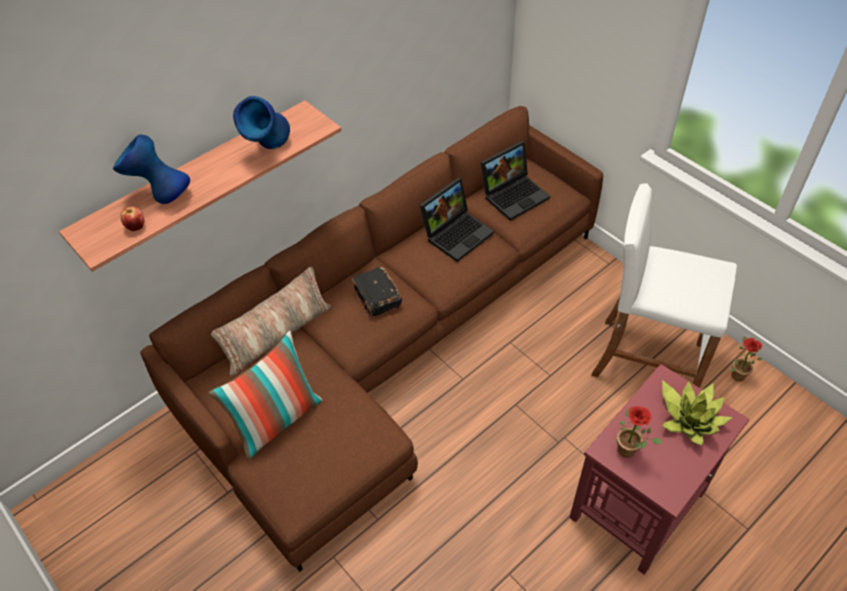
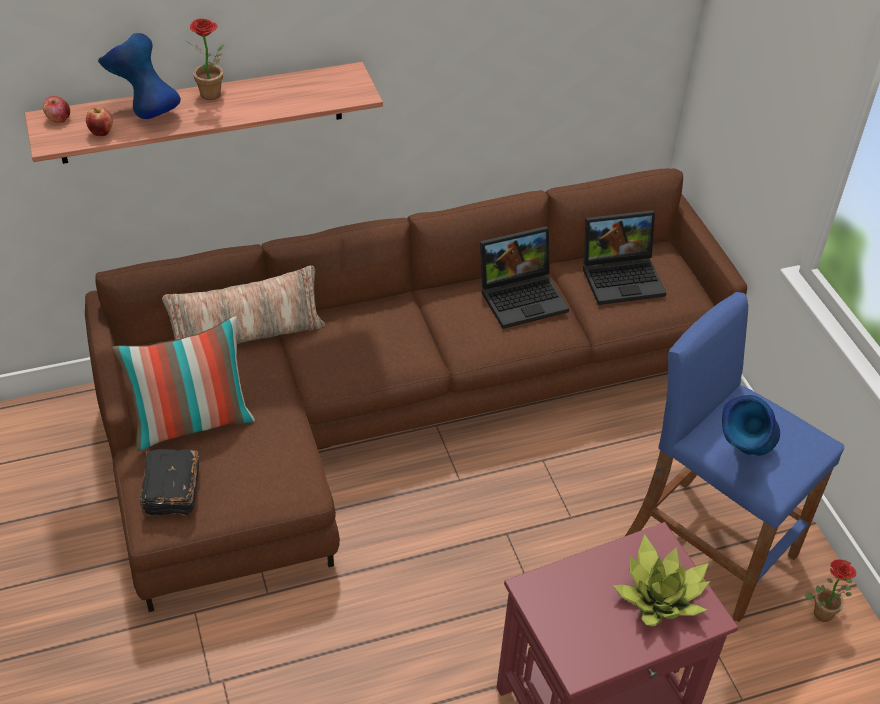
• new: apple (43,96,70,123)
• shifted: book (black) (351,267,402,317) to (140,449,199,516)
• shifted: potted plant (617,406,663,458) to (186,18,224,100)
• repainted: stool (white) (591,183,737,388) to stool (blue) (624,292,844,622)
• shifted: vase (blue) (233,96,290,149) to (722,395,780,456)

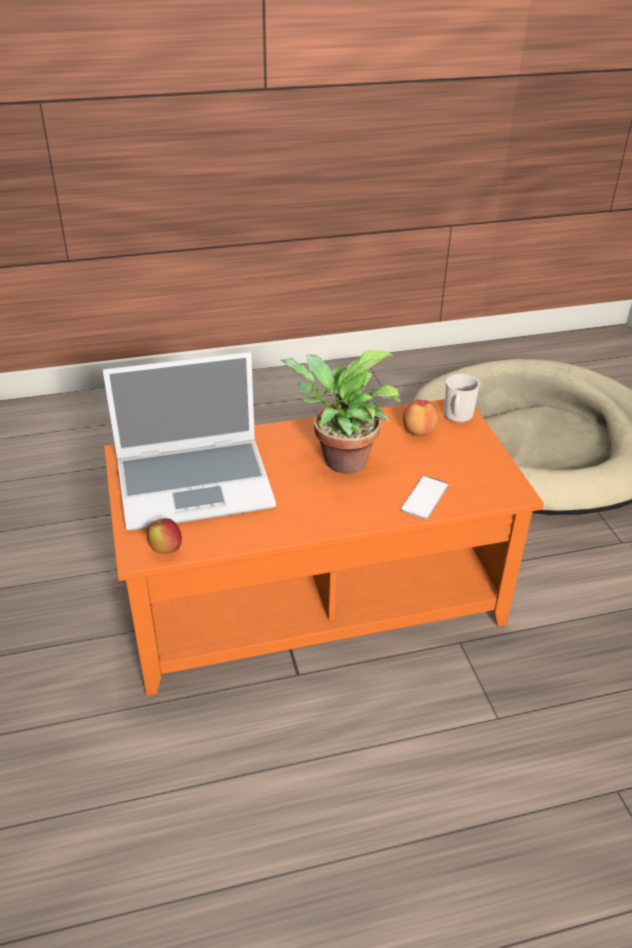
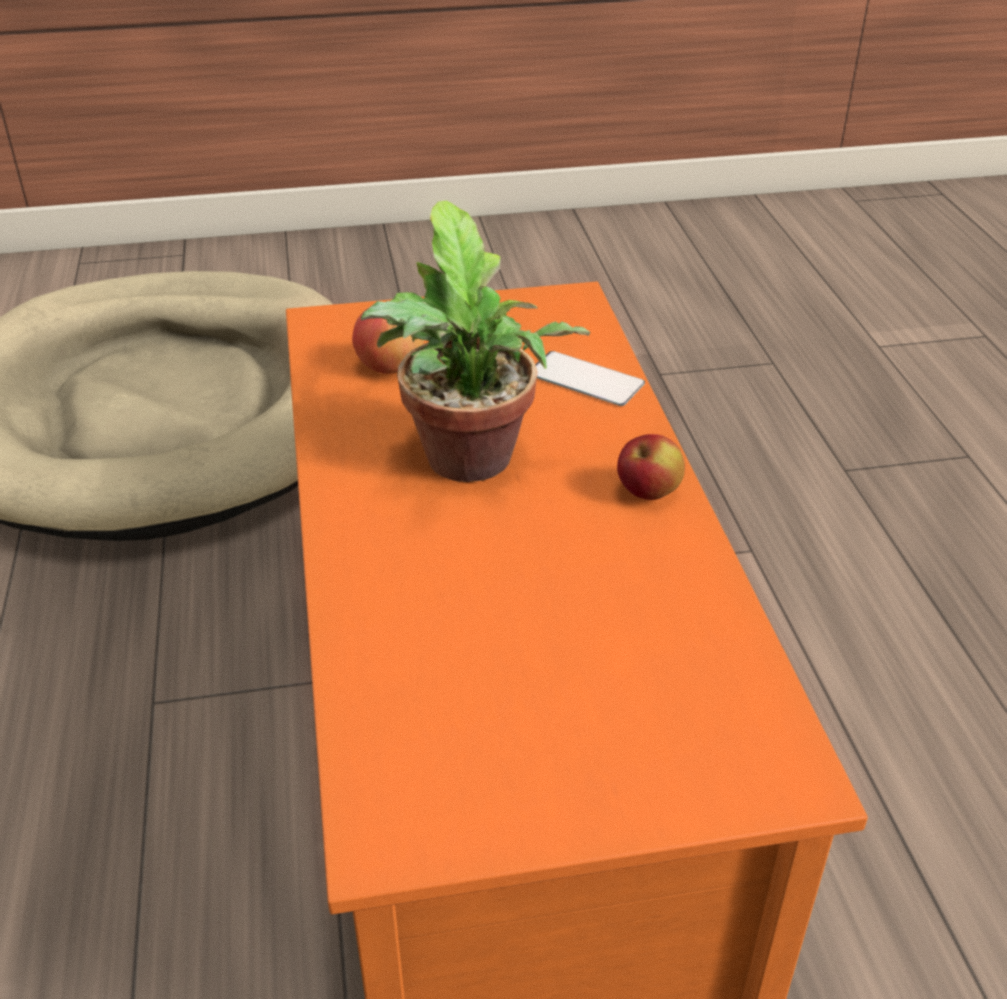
• shifted: apple (147,518,182,554) to (617,434,685,500)
• gone: laptop (103,352,276,530)
• gone: mug (444,374,480,423)

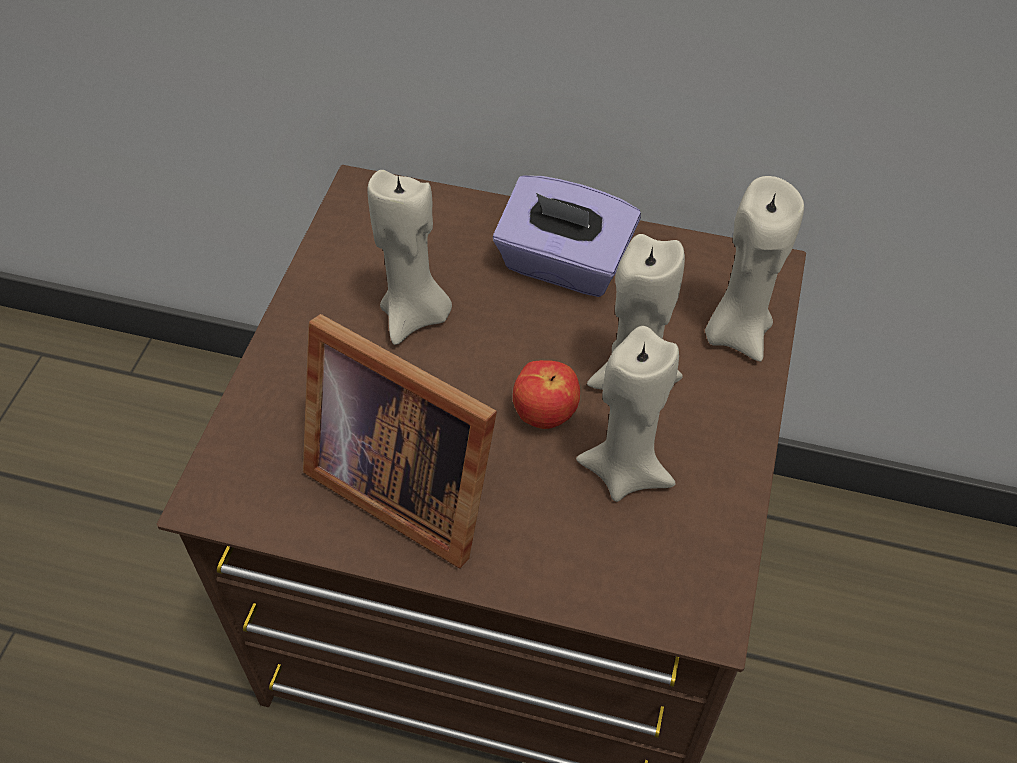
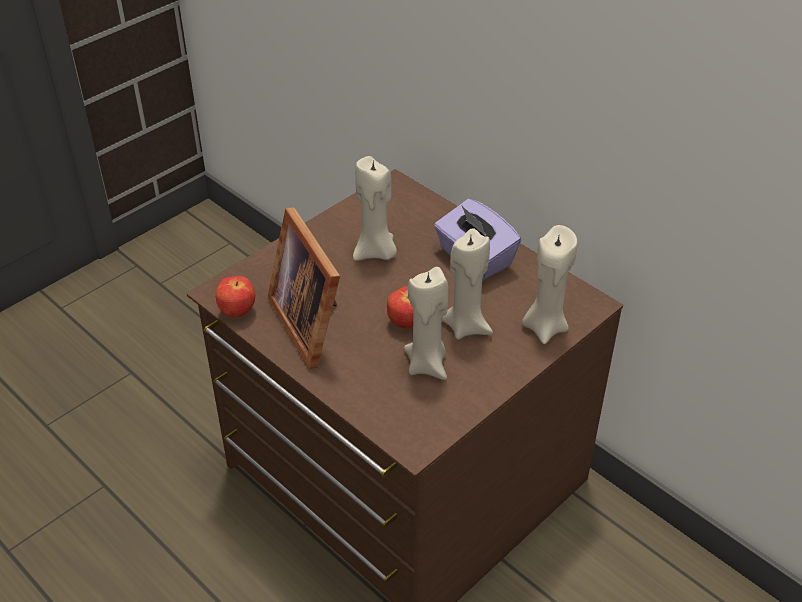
• new: apple (216,276,256,317)

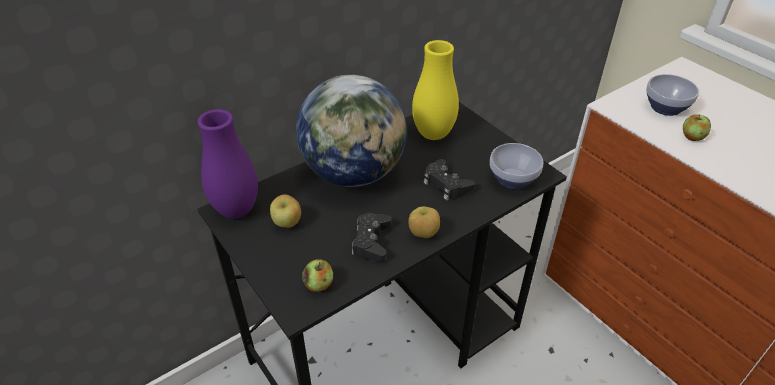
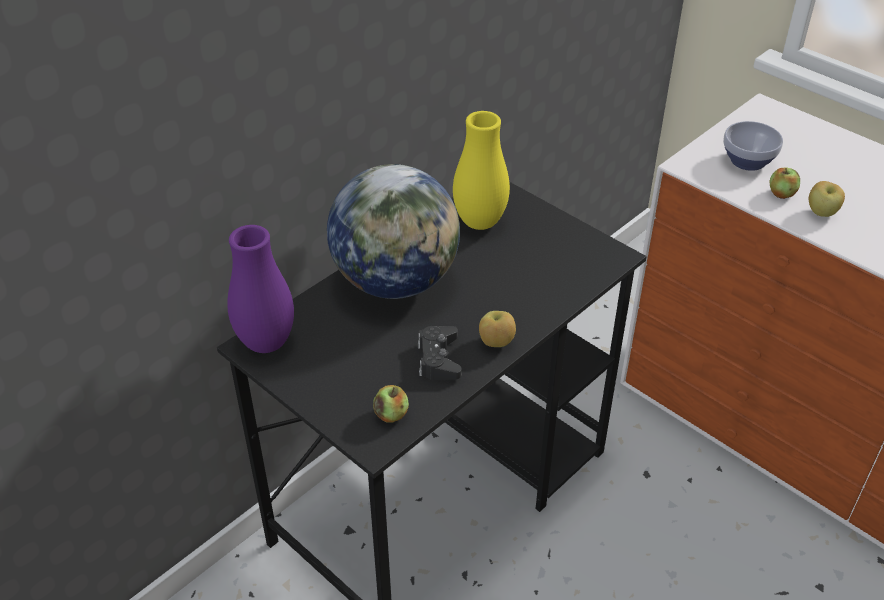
• shifted: apple (270,194,301,228) to (809,181,845,217)
• gone: game controller (black) (423,159,475,200)
• gone: bowl (490,143,543,189)

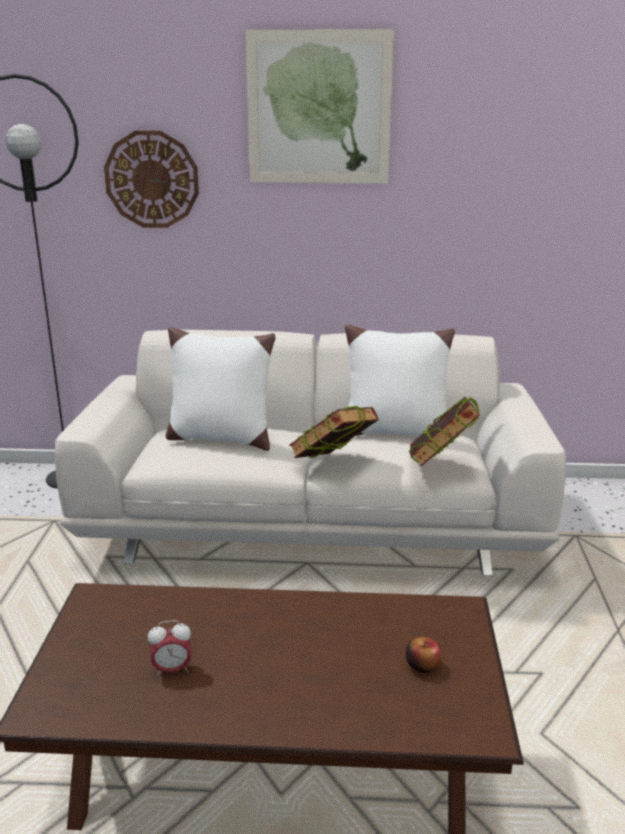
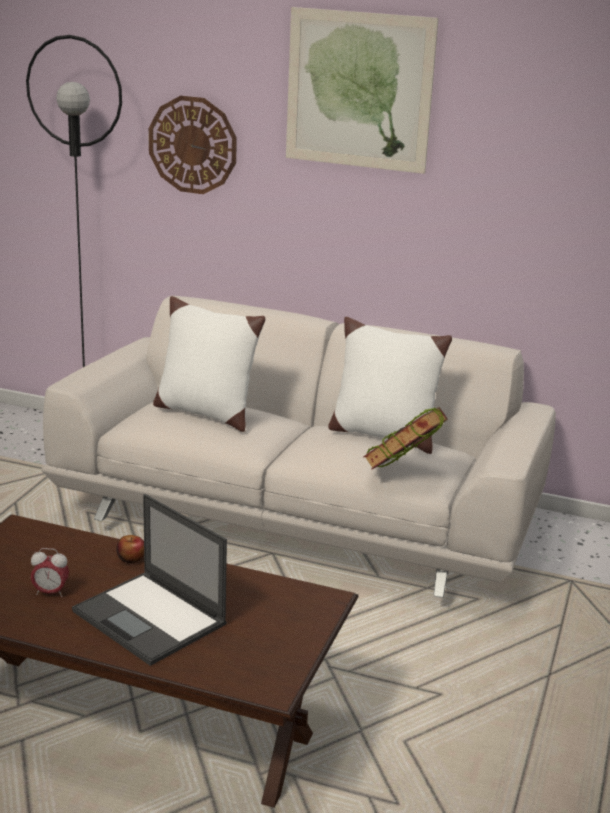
• new: laptop (72,494,227,666)
• shifted: apple (406,637,441,673) to (116,535,144,563)
• gone: book (289,406,379,458)

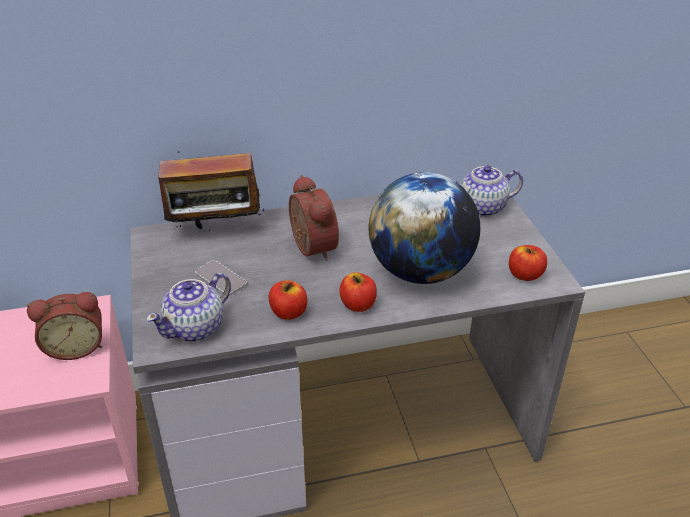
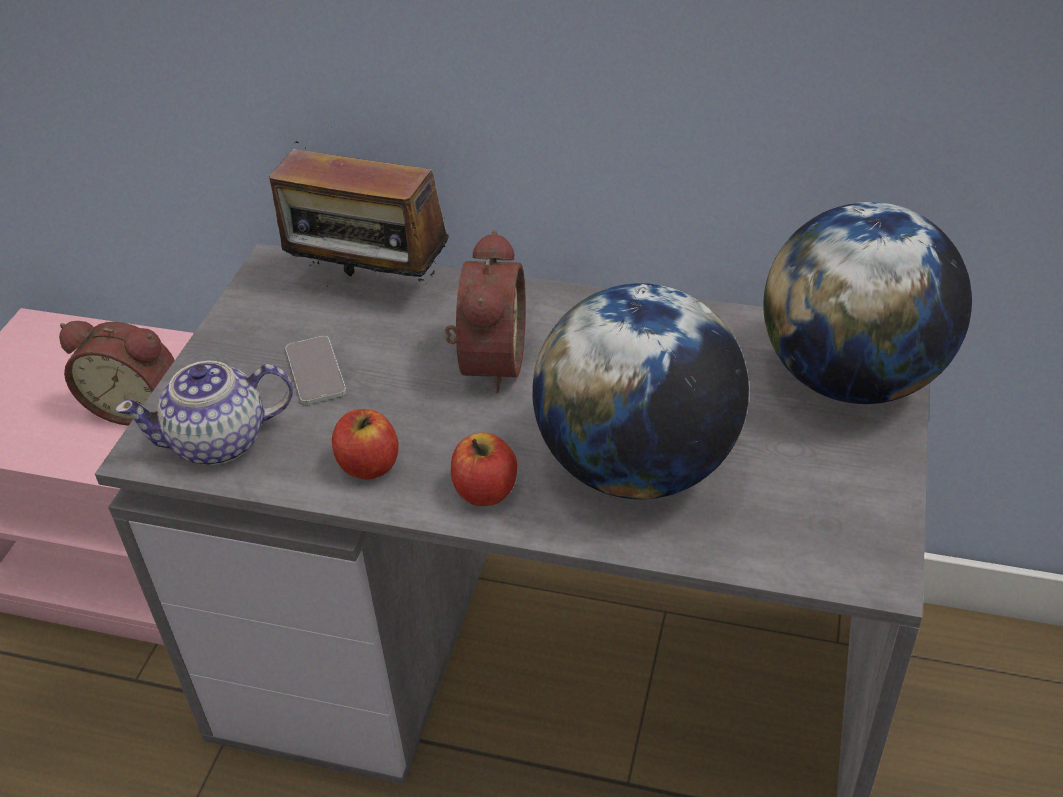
• swapped: teapot (452,165,523,217) to globe (763,202,972,404)
• gone: apple (509,245,547,281)

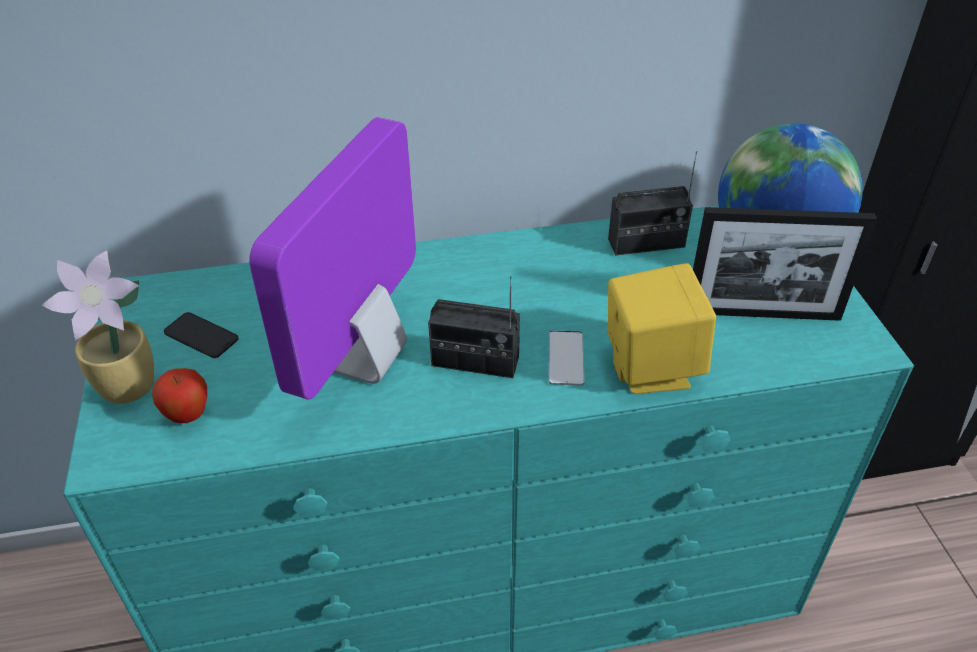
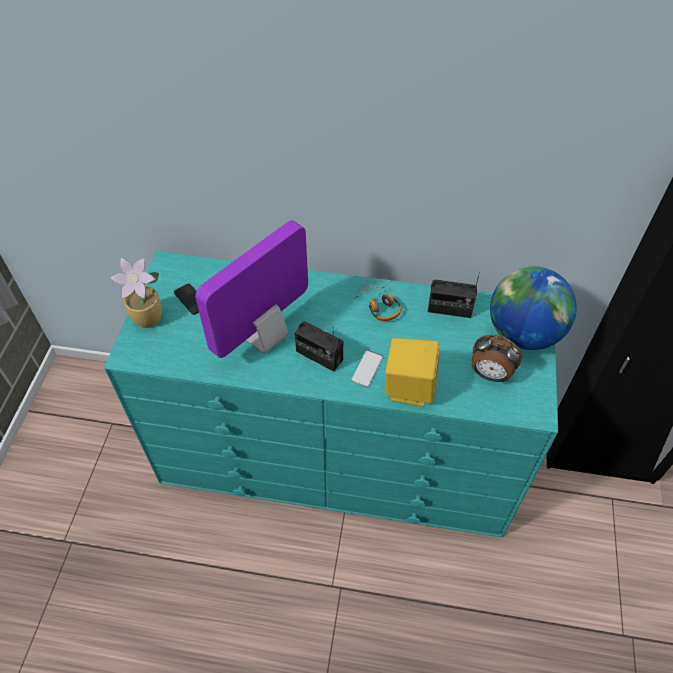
• new: headphones (353,278,402,321)
• swapped: picture frame (693,207,877,321) to alarm clock (472,335,522,382)
• gone: apple (152,368,207,423)

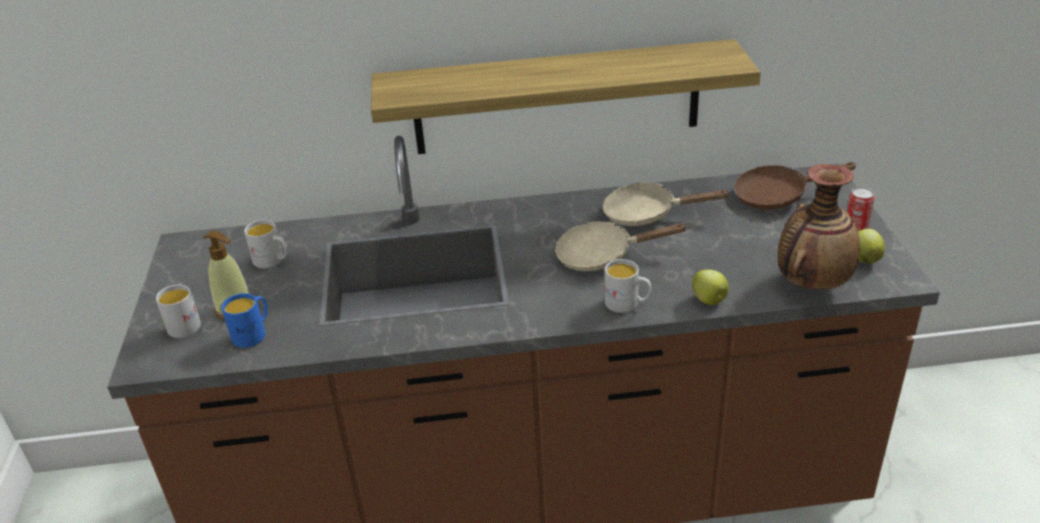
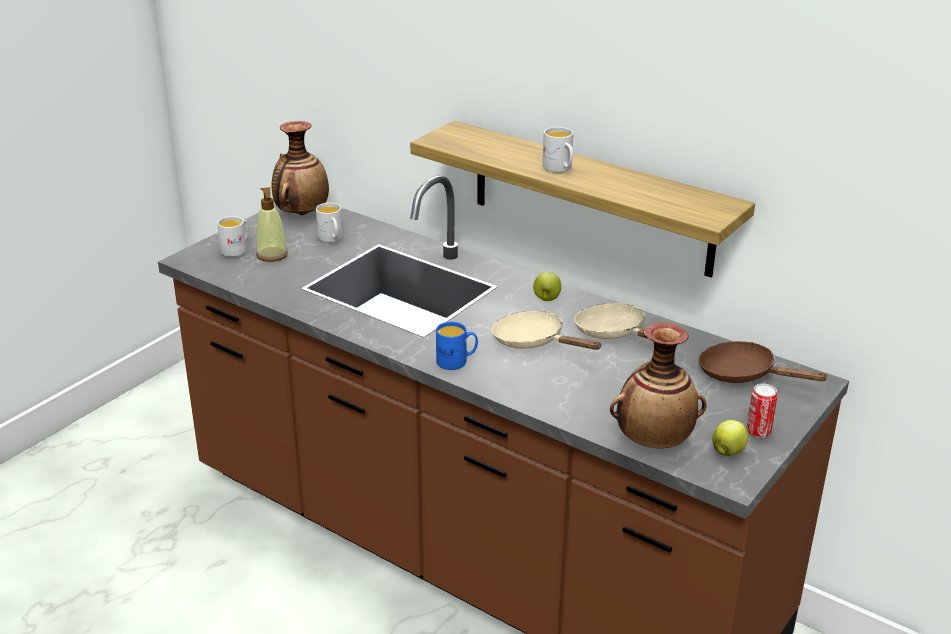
• new: vase (271,121,329,215)
• shifted: mug (blue) (222,293,268,348) to (436,322,478,370)
• shifted: apple (692,270,729,305) to (533,272,561,301)
• shifted: mug (white) (605,259,651,313) to (542,127,573,173)

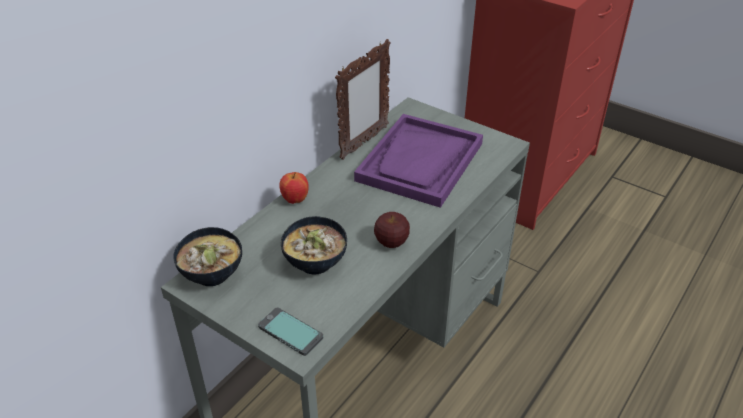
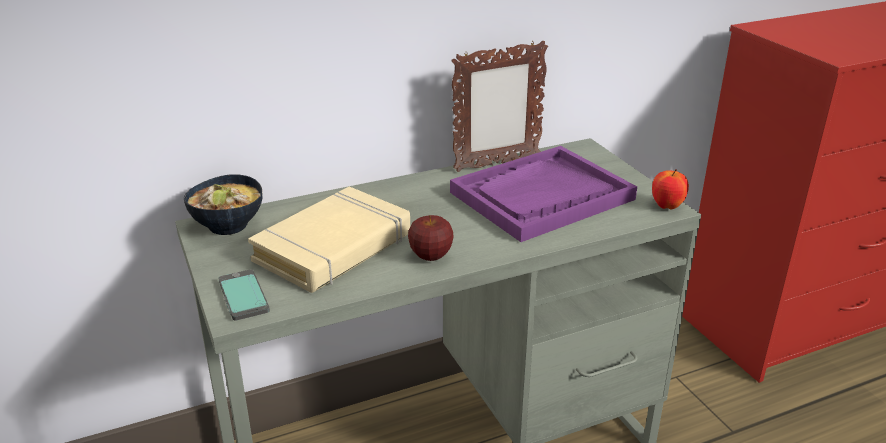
• swapped: bowl (281,216,347,274) to book (beige) (248,186,410,293)
• shifted: apple (279,172,309,204) to (652,169,689,210)

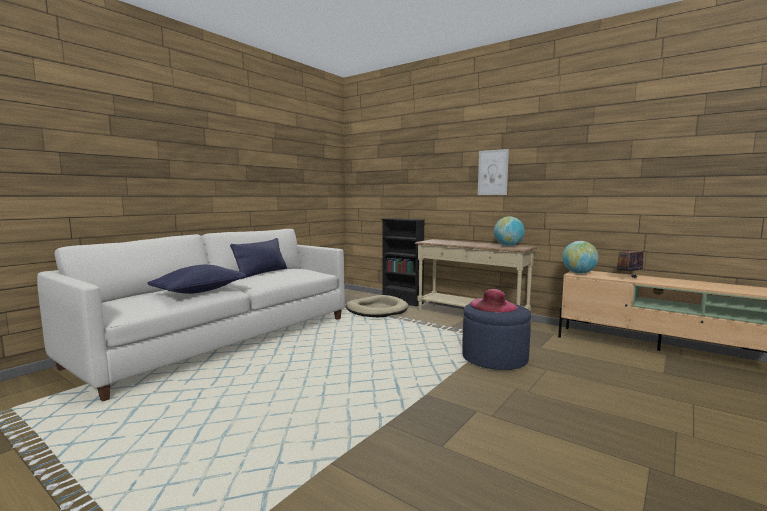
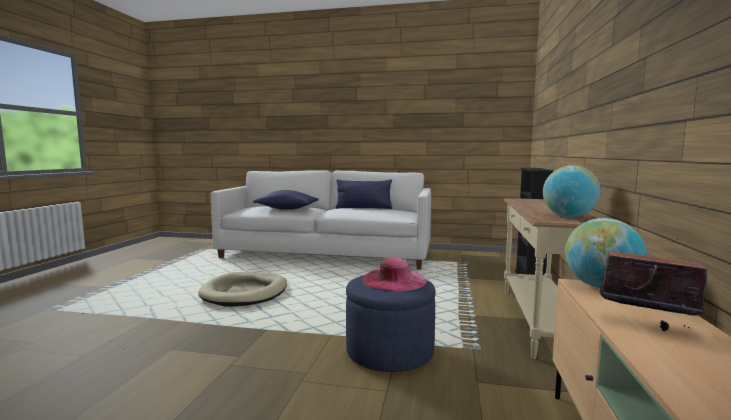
• shifted: dog bed (beige) (346,295,408,317) to (198,272,287,307)
• gone: picture (478,149,509,195)

